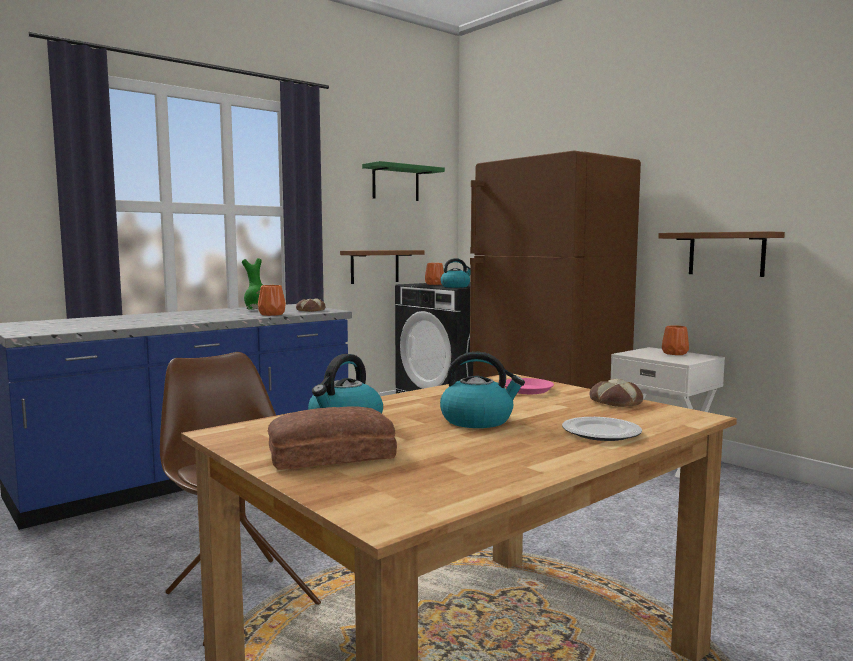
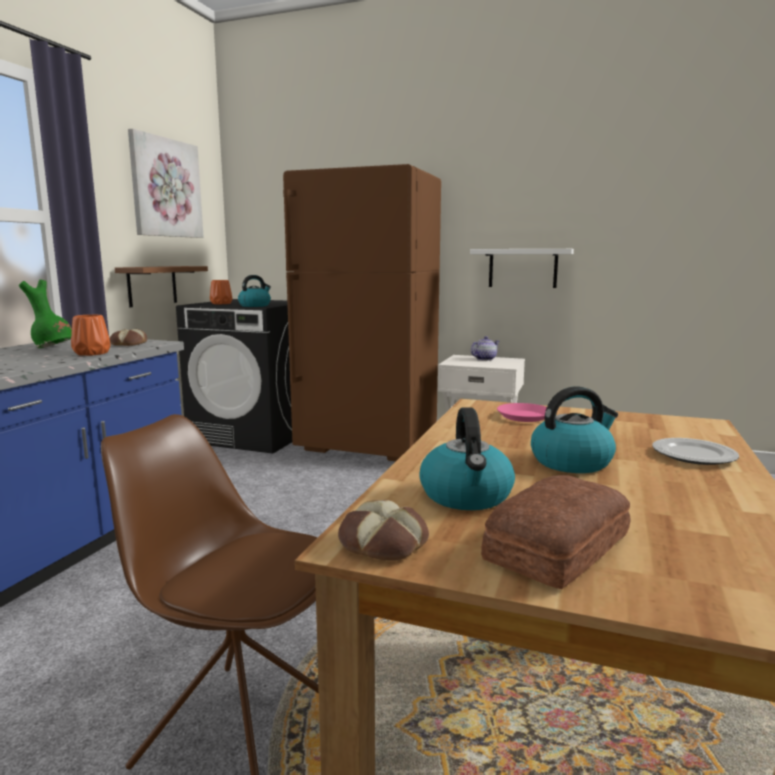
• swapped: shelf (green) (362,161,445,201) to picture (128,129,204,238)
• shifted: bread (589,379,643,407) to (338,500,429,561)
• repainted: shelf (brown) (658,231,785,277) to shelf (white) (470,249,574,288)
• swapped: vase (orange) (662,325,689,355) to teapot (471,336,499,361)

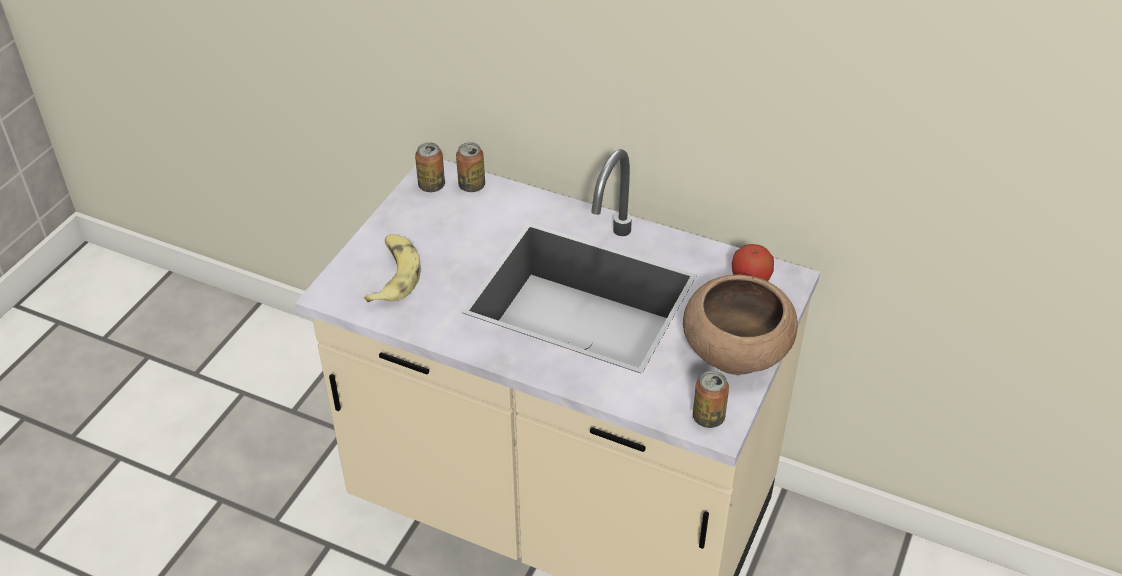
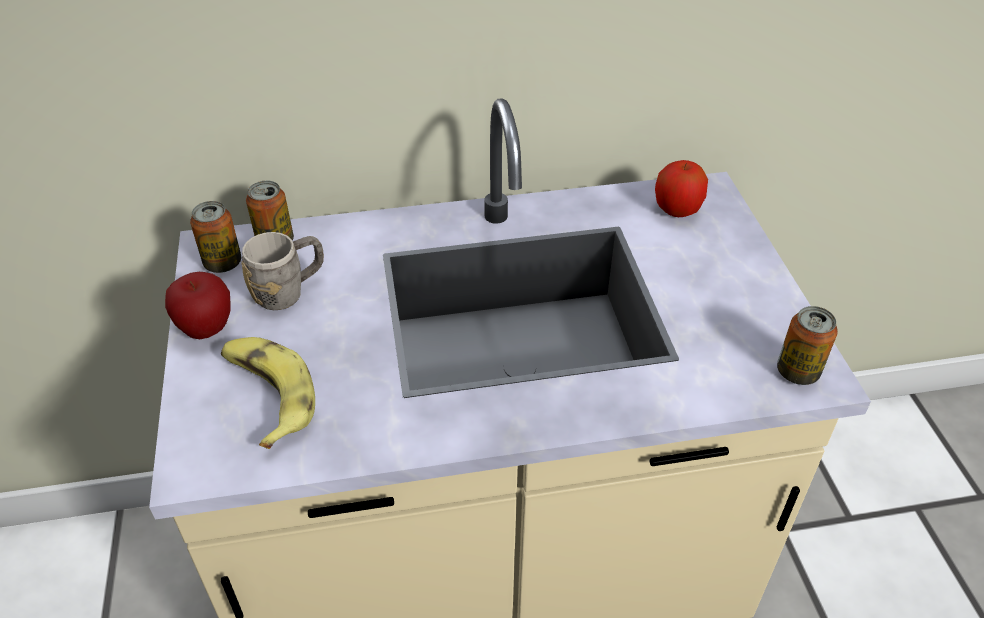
• new: apple (165,272,231,339)
• new: mug (grey) (241,232,324,310)
• gone: bowl (brown) (683,274,798,375)

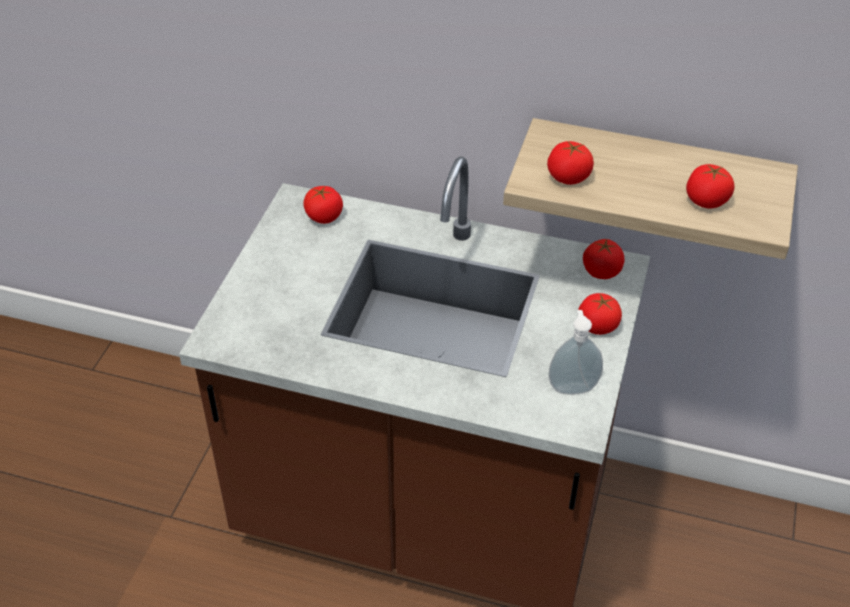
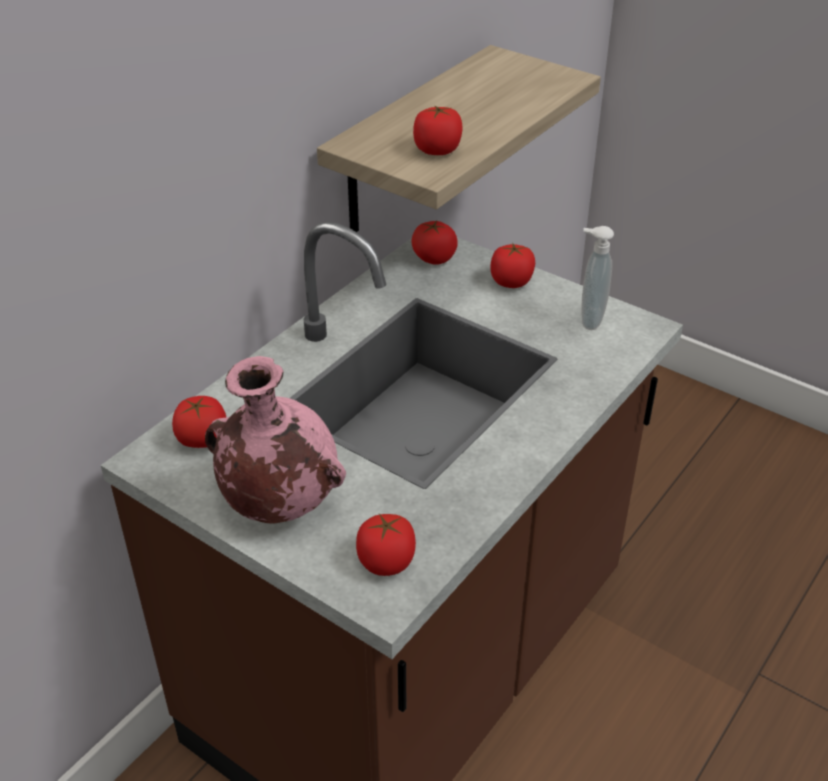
• new: vase (pink) (205,356,346,524)
• shifted: tomato (686,164,734,209) to (356,514,416,576)

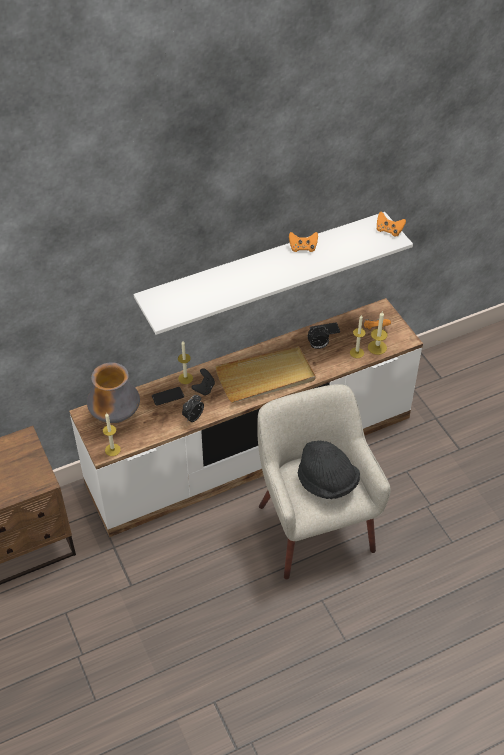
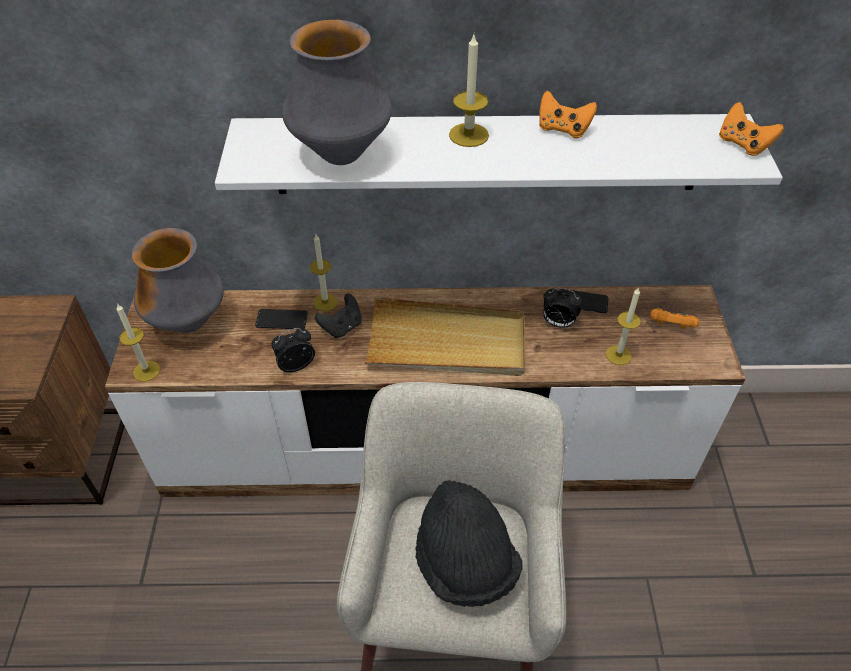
• new: vase (282,20,392,165)
• shifted: candle (368,311,388,355) to (449,35,489,147)

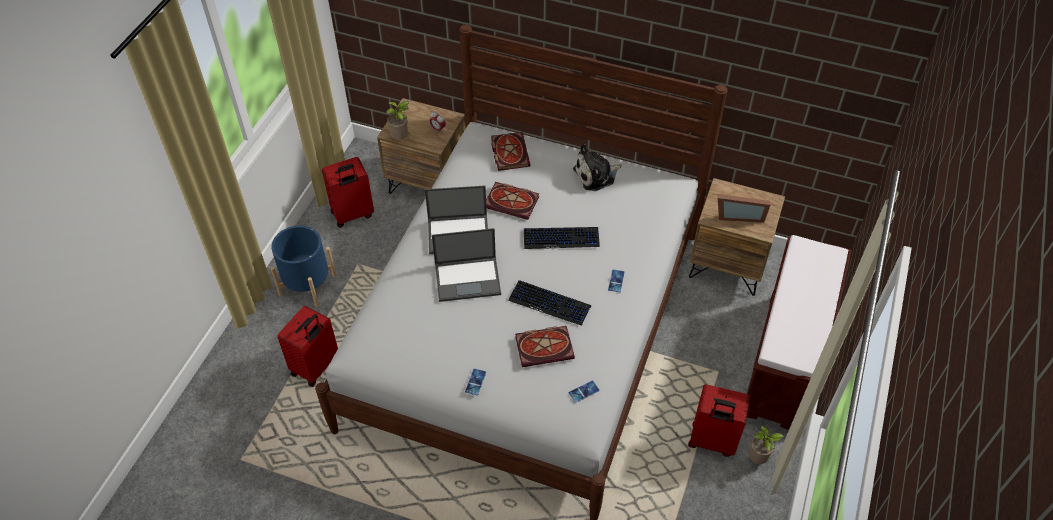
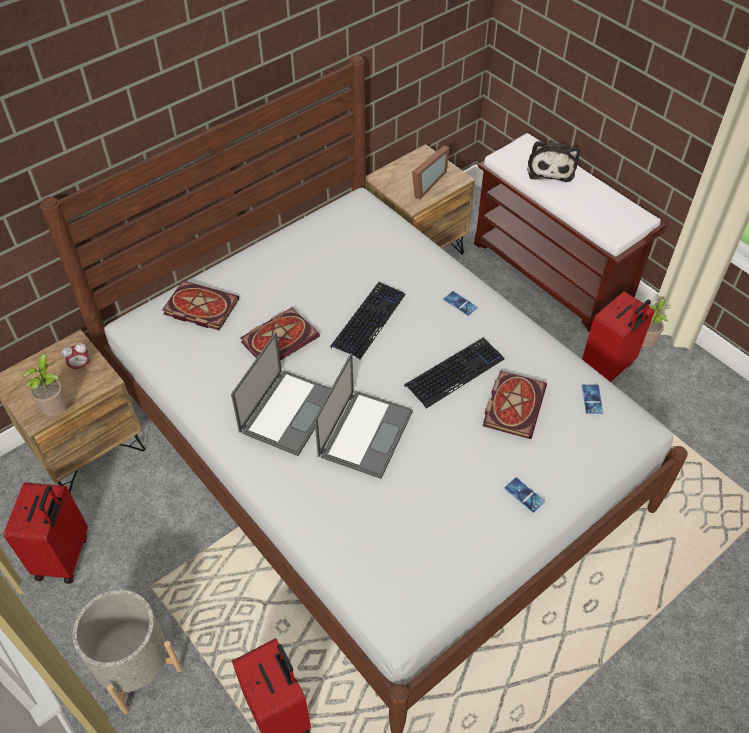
• repainted: planter (blue) (270,225,336,307) to planter (grey) (73,590,182,714)
• shifted: plush toy (573,144,622,191) to (527,141,580,182)

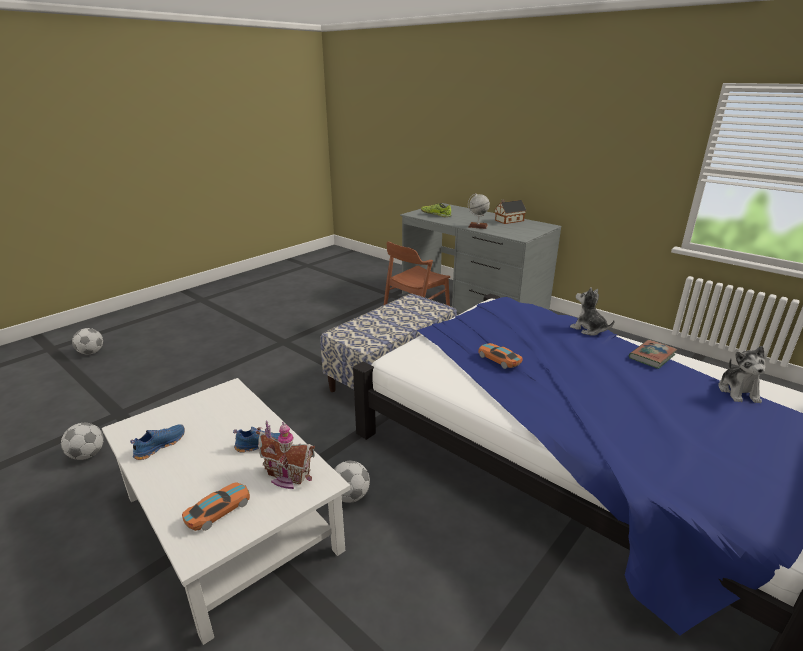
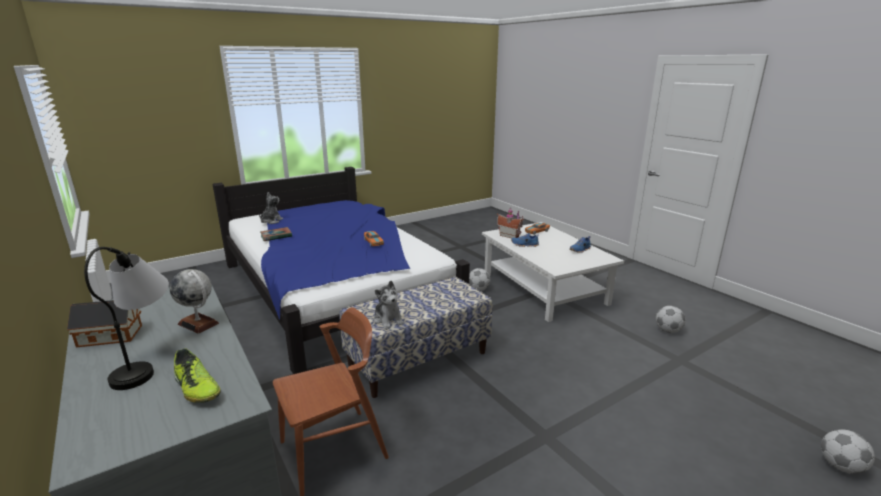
• new: table lamp (84,247,169,390)
• shifted: plush toy (570,288,615,335) to (374,281,404,329)

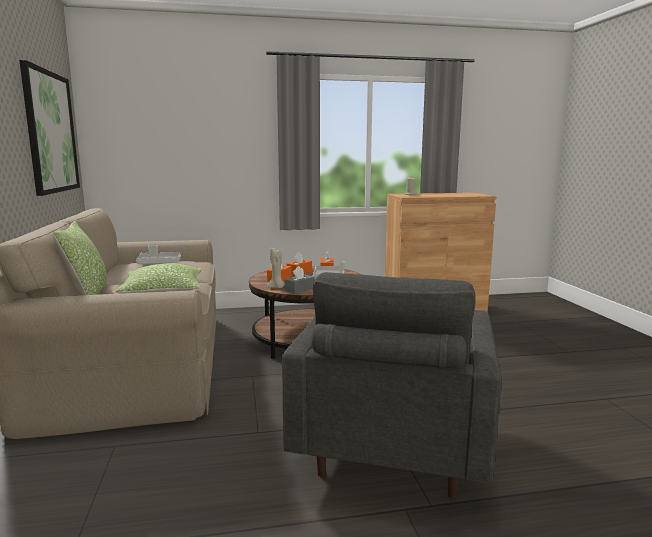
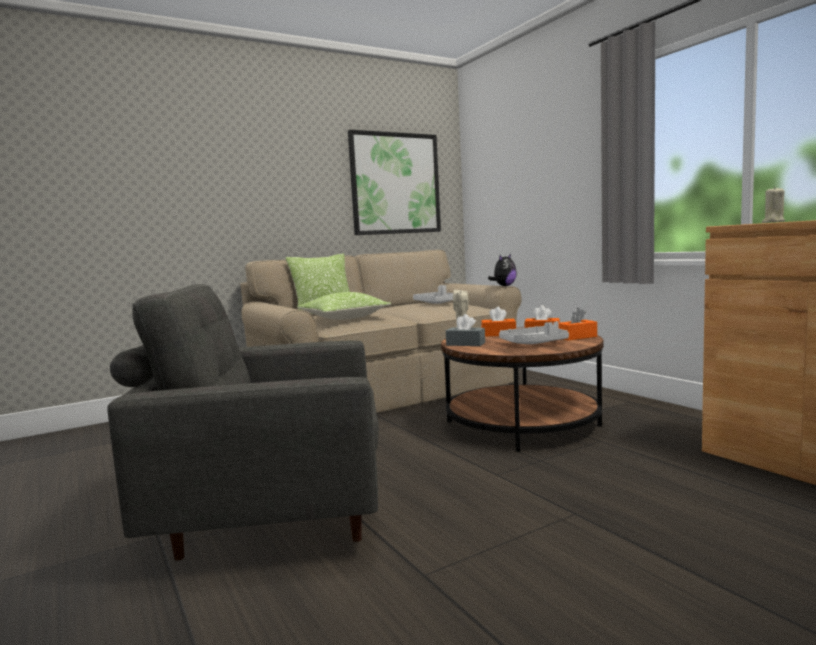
• new: plush toy (488,254,517,286)

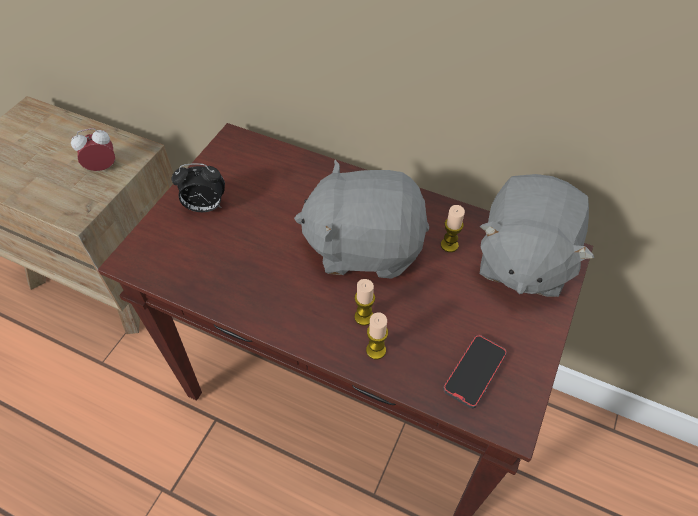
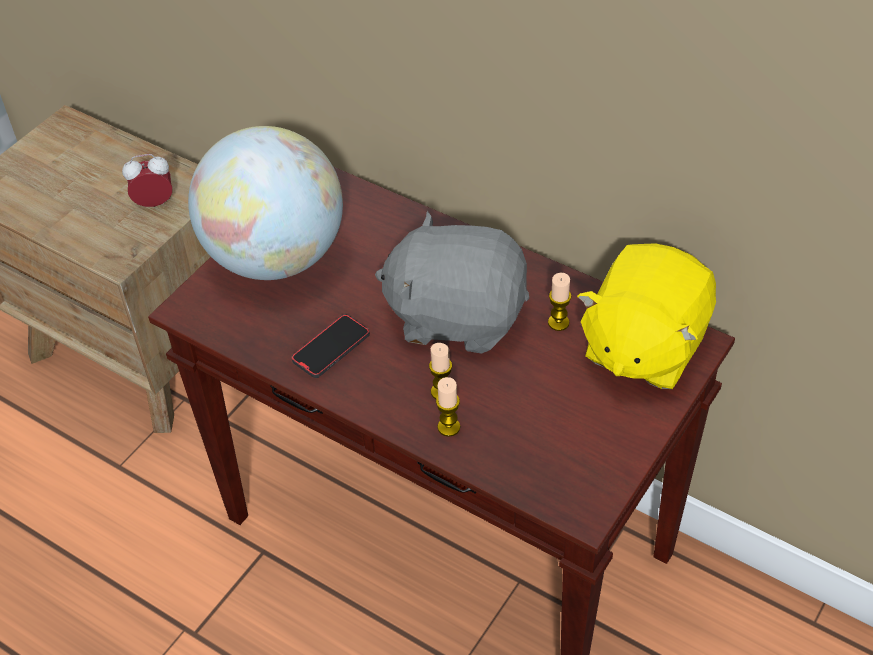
• swapped: alarm clock (171,163,225,212) to globe (188,126,343,280)
• shifted: phone (443,335,507,408) to (292,314,370,378)
• repainted: plush toy (grey) (480,174,594,297) to plush toy (yellow) (577,243,716,389)

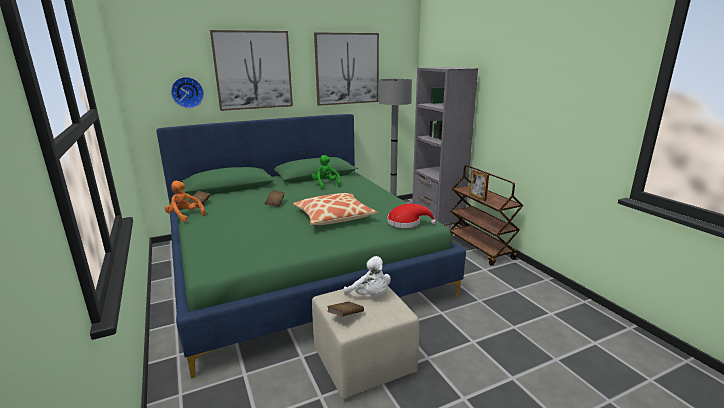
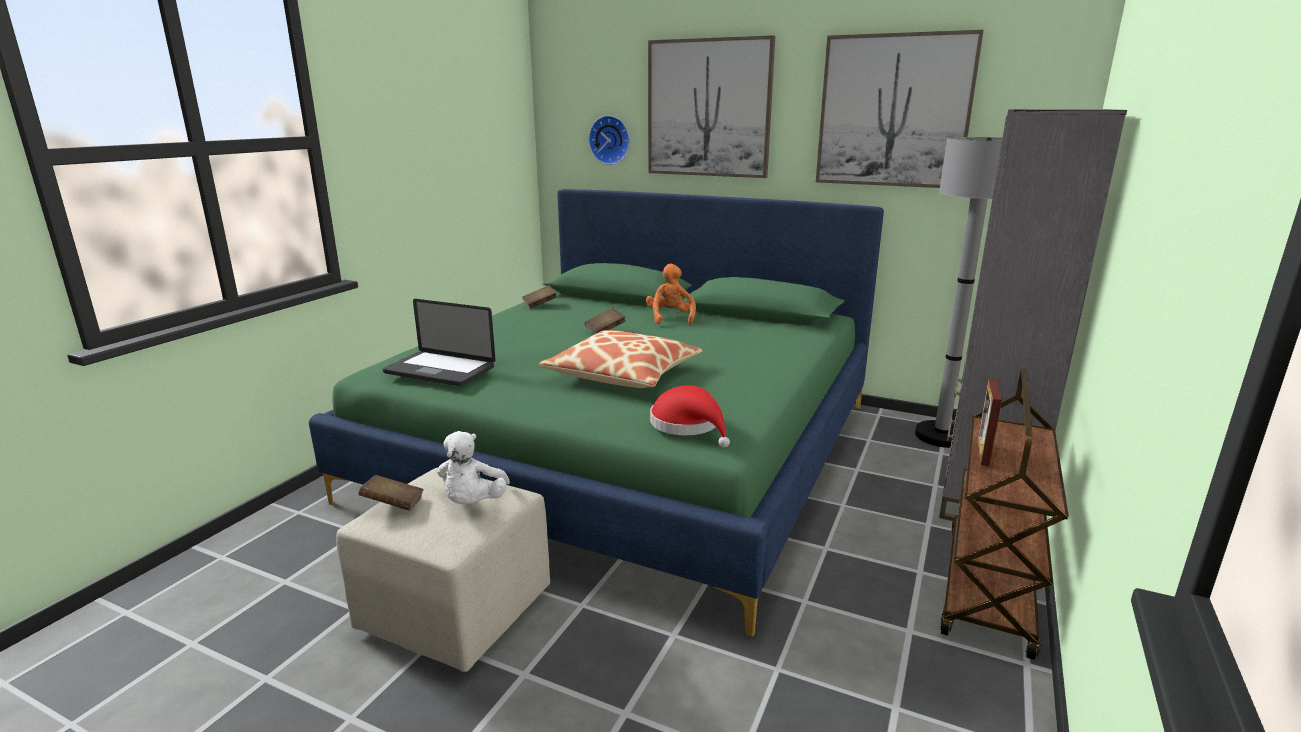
• new: laptop (383,299,495,386)
• shifted: plush toy (orange) (164,181,205,222) to (646,264,696,325)
• gone: plush toy (green) (312,155,341,189)

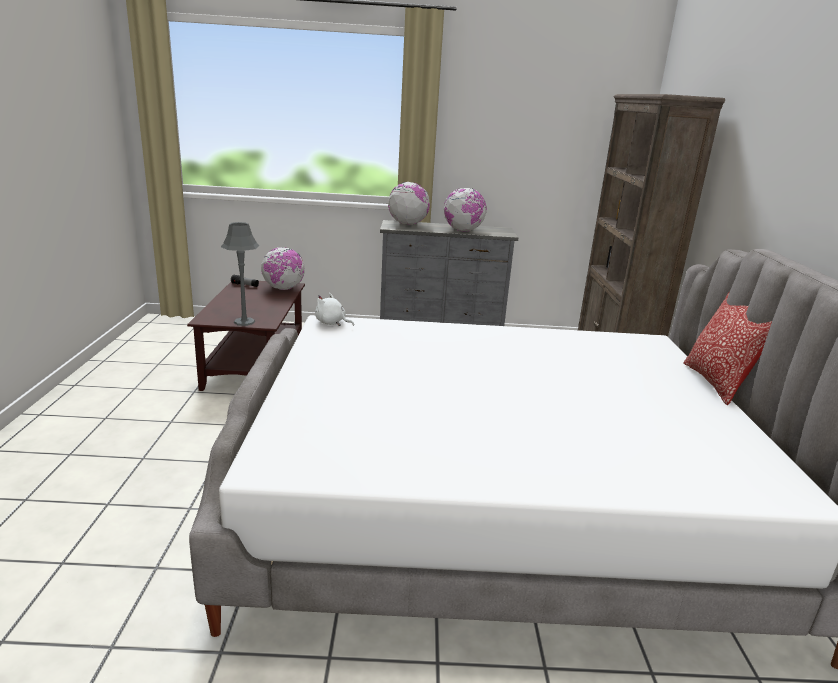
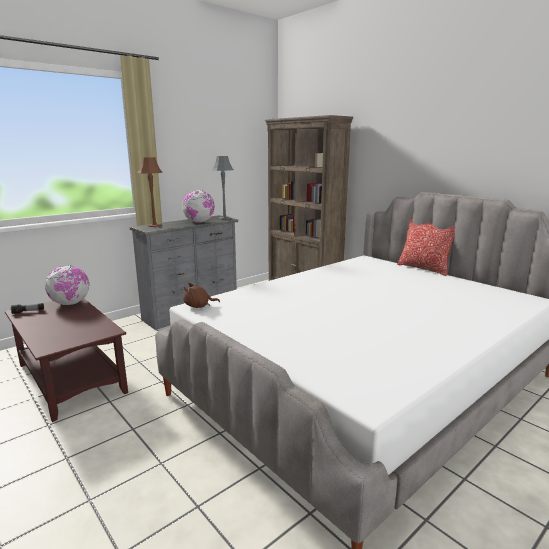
• swapped: globe (388,182,430,225) to table lamp (brown) (137,157,163,227)
• repainted: plush toy (white) (315,293,354,326) to plush toy (brown) (183,283,220,308)
• shifted: table lamp (grey) (221,222,259,326) to (212,156,234,219)

